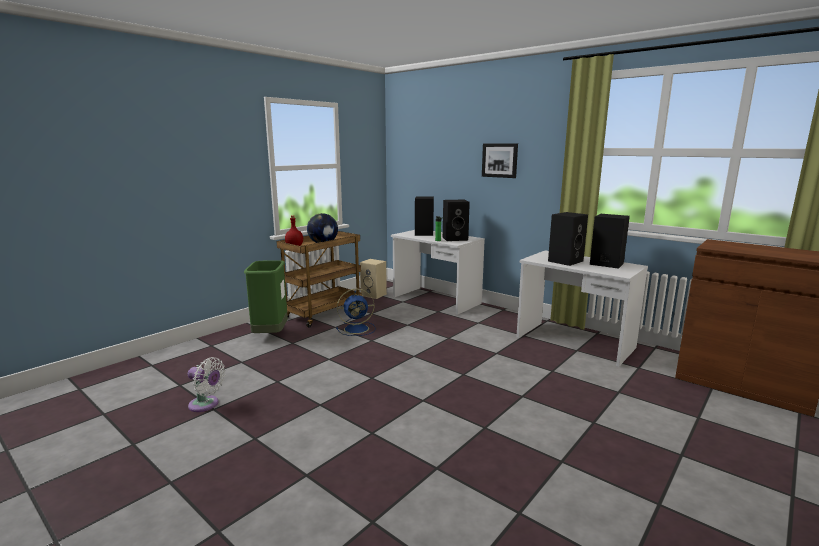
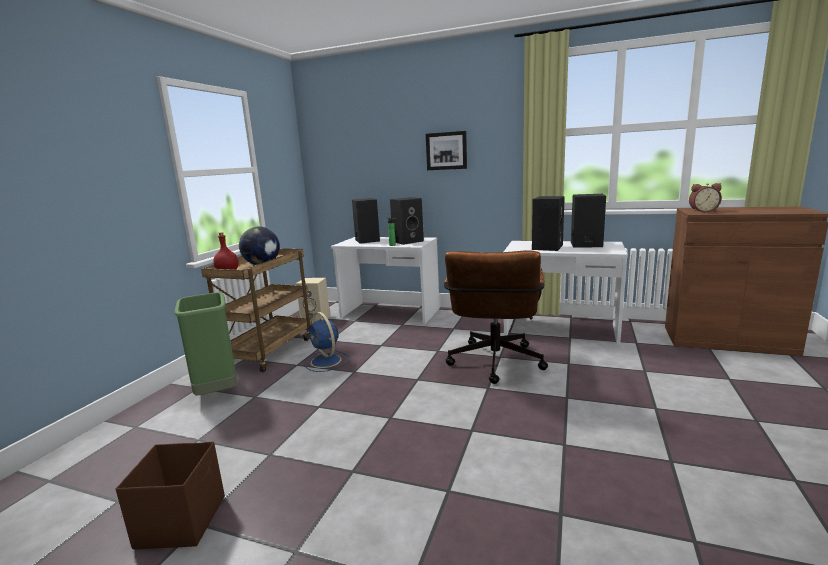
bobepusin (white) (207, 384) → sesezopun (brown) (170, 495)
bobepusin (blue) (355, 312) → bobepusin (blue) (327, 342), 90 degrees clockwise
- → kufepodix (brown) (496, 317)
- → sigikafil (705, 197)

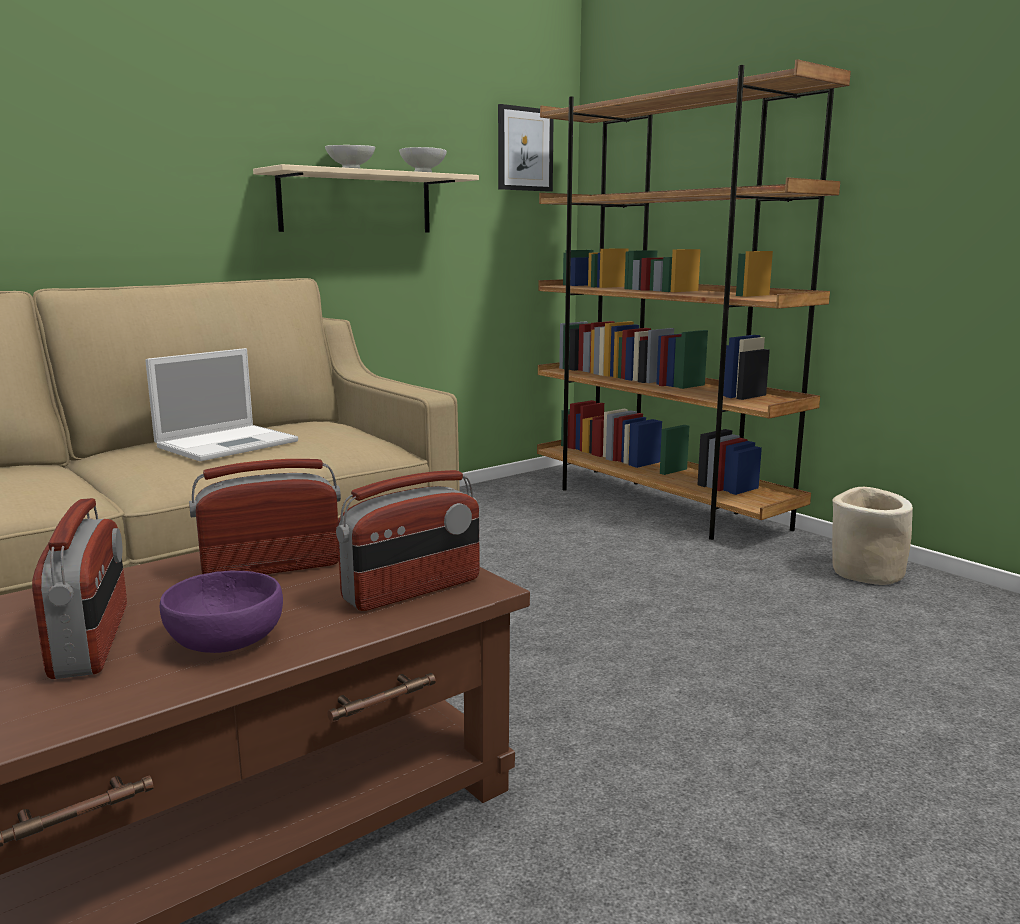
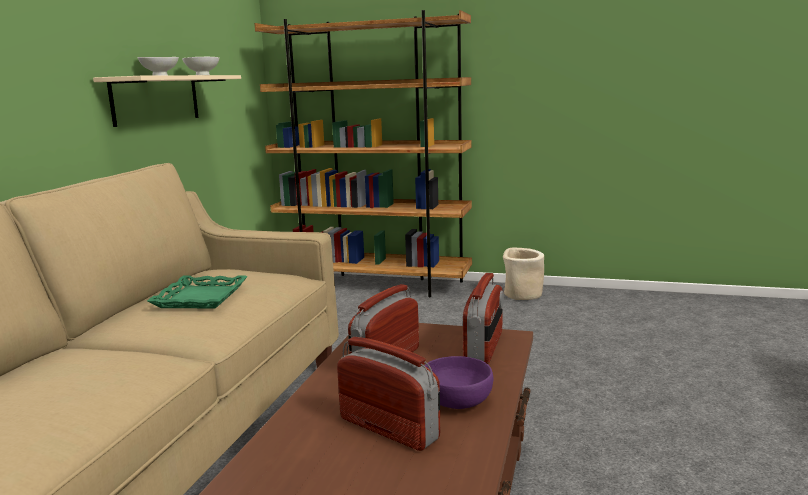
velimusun (221, 404) → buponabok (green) (197, 291)
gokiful (526, 148) → -

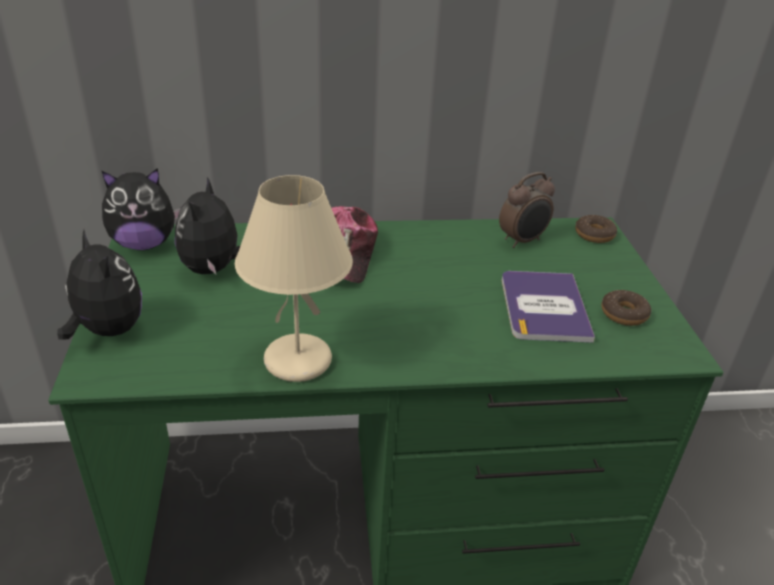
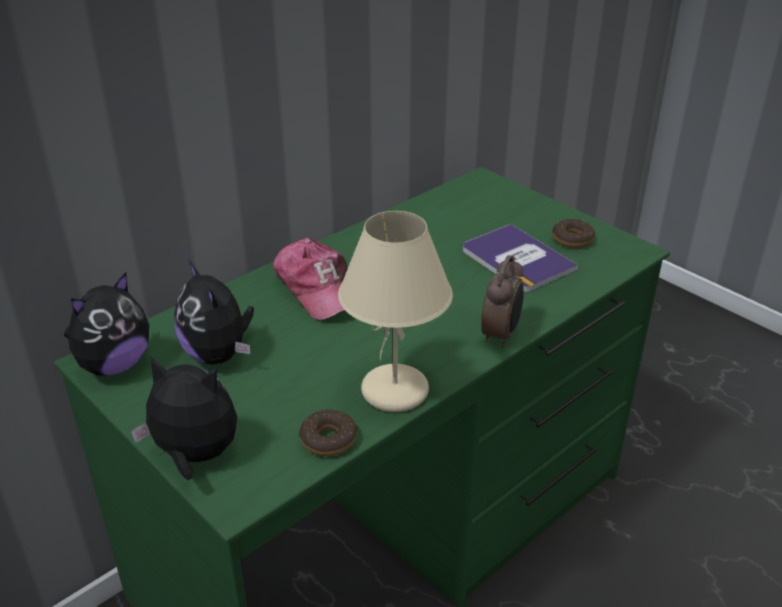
sigikafil (527, 210) → sigikafil (502, 301), shifted
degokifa (596, 229) → degokifa (328, 432), shifted

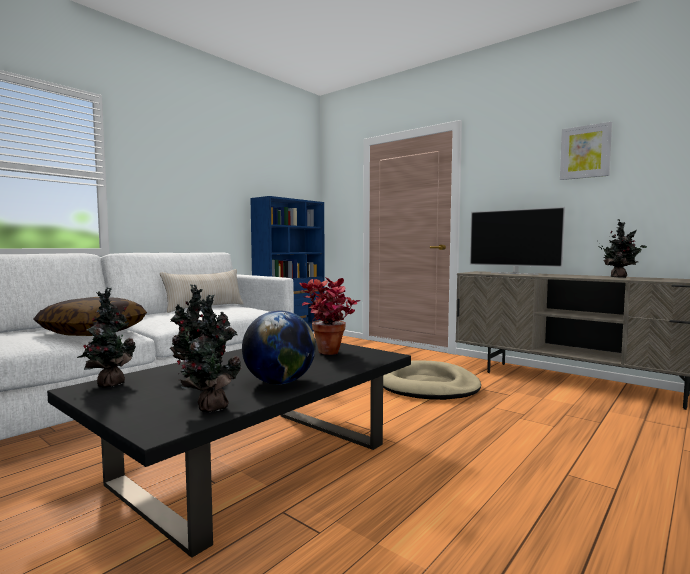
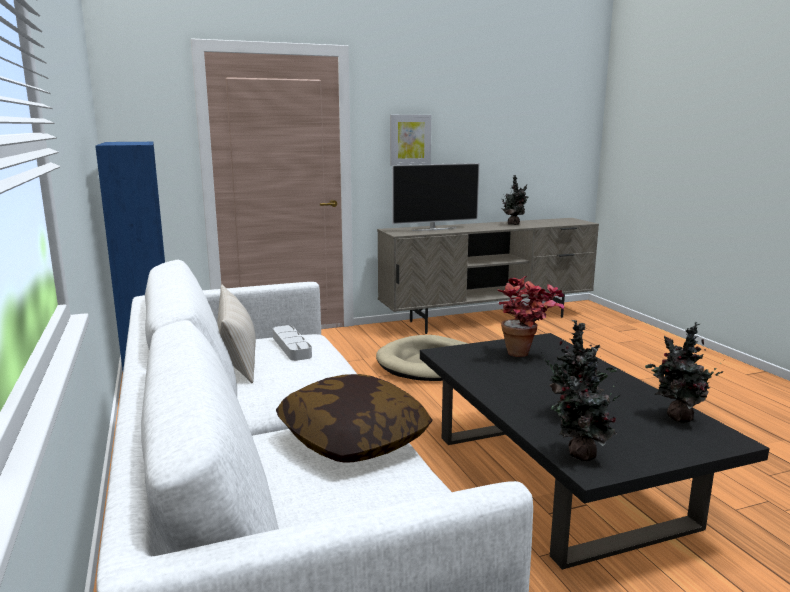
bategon (279, 347) → -
gokiful (586, 151) → gokiful (410, 140), shifted
- → buponabok (grey) (292, 343)

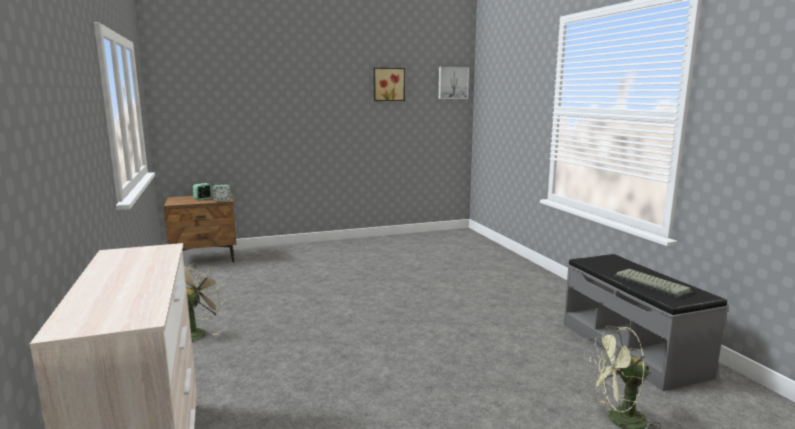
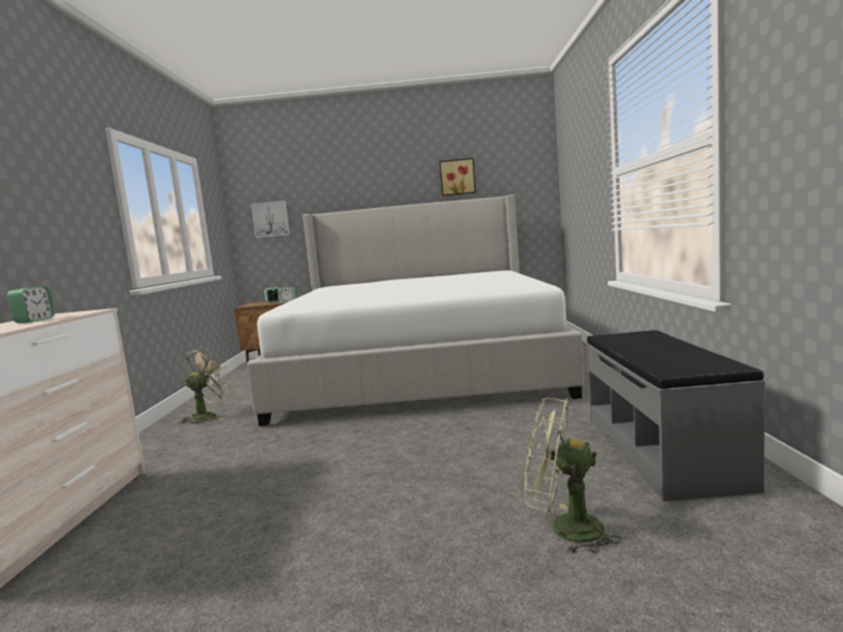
gokiful (454, 83) → gokiful (270, 219), shifted
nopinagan (653, 283) → -
- → sigikafil (31, 304)
- → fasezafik (415, 310)

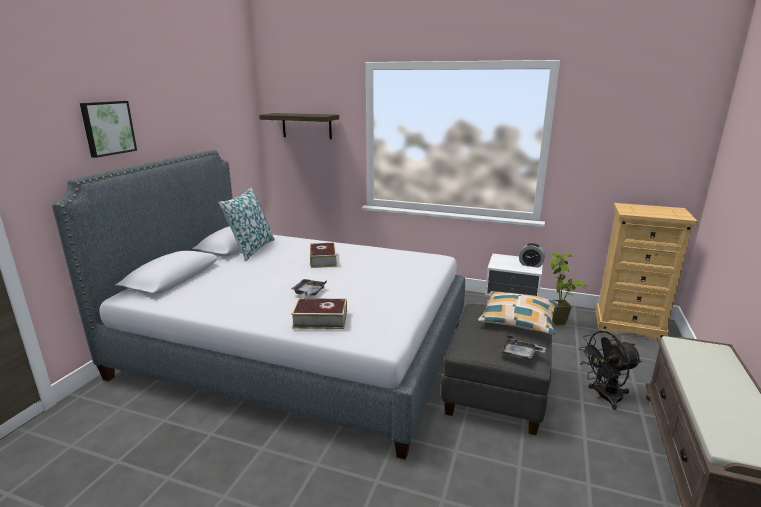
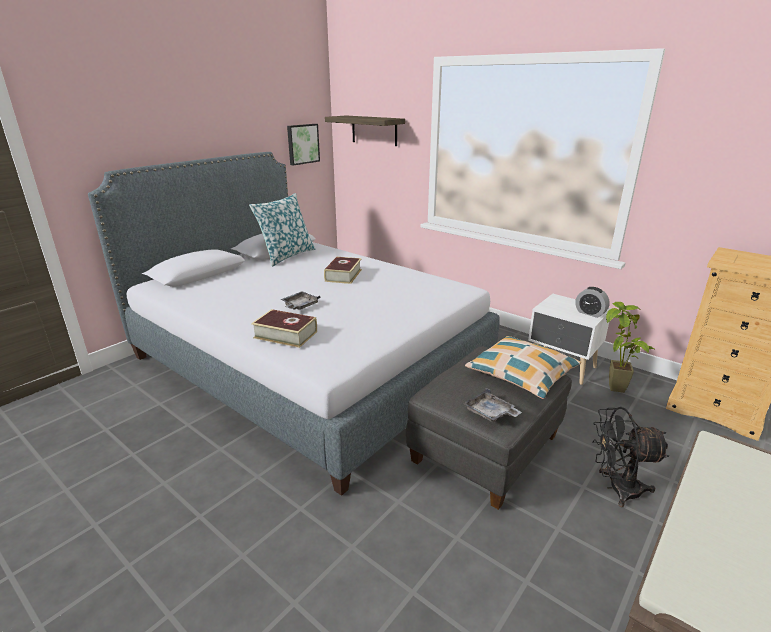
gokiful (108, 129) → gokiful (303, 145), shifted

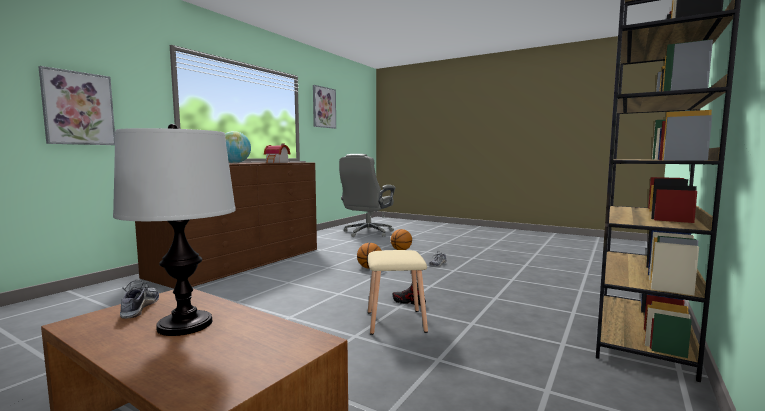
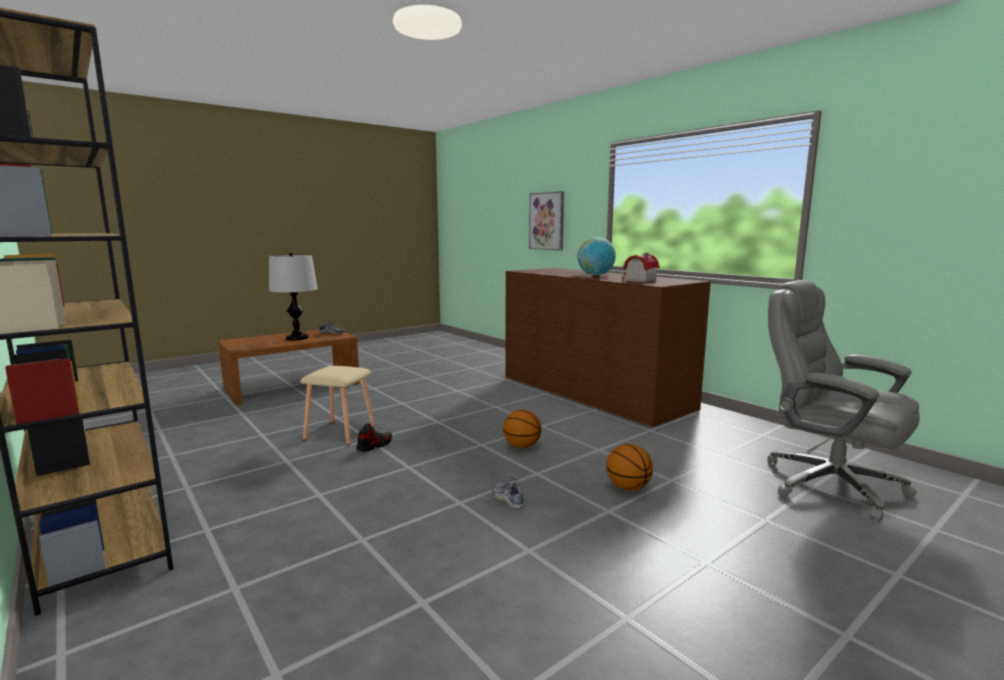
gokiful (324, 107) → -

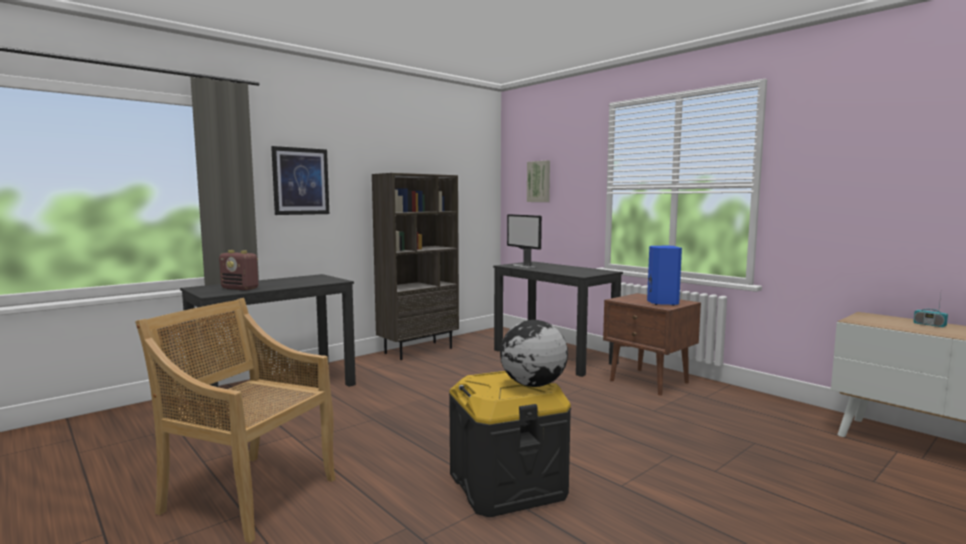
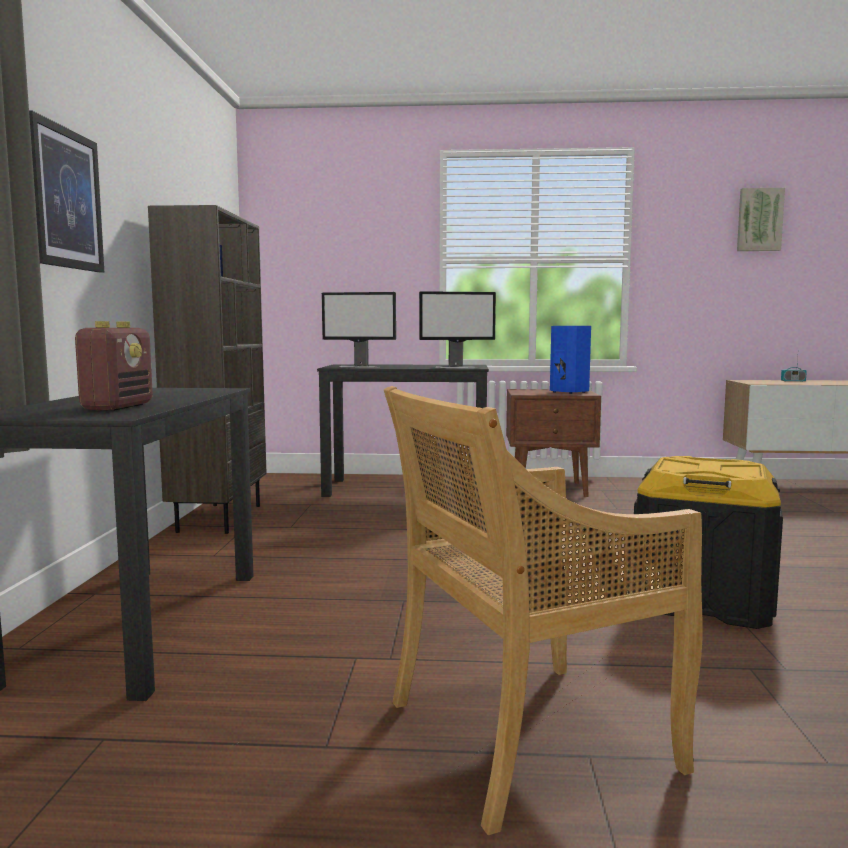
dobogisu (238, 270) → dobogisu (114, 366), 60 degrees counterclockwise
bategon (534, 353) → -
gokiful (538, 181) → gokiful (761, 219), shifted
- → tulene (457, 329)

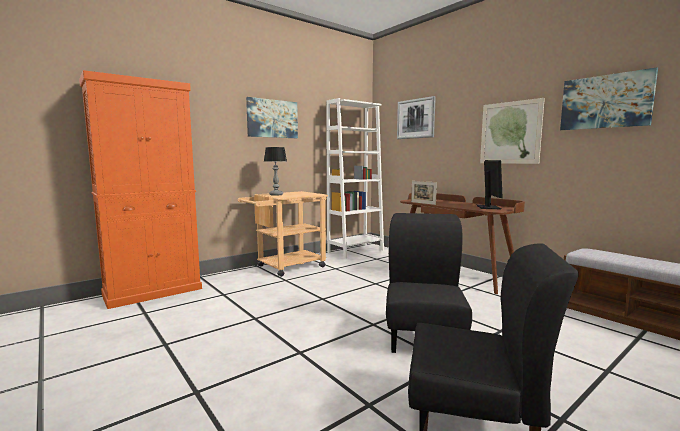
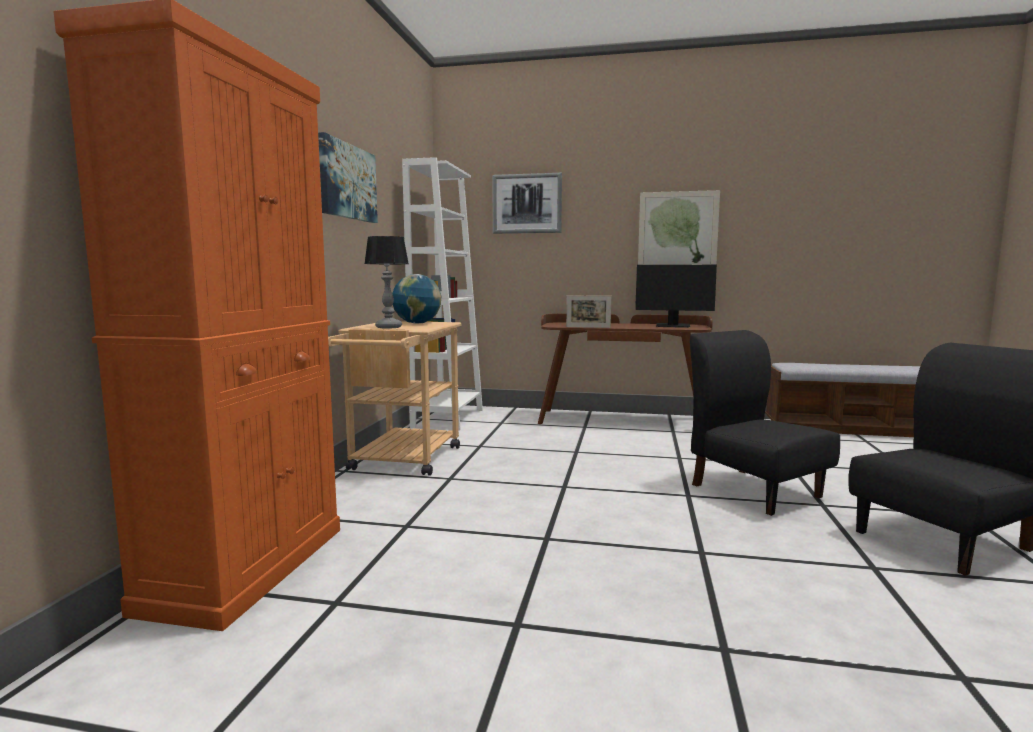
tulene (489, 184) → tulene (676, 296), 135 degrees clockwise
gokiful (609, 98) → -
- → bategon (416, 299)

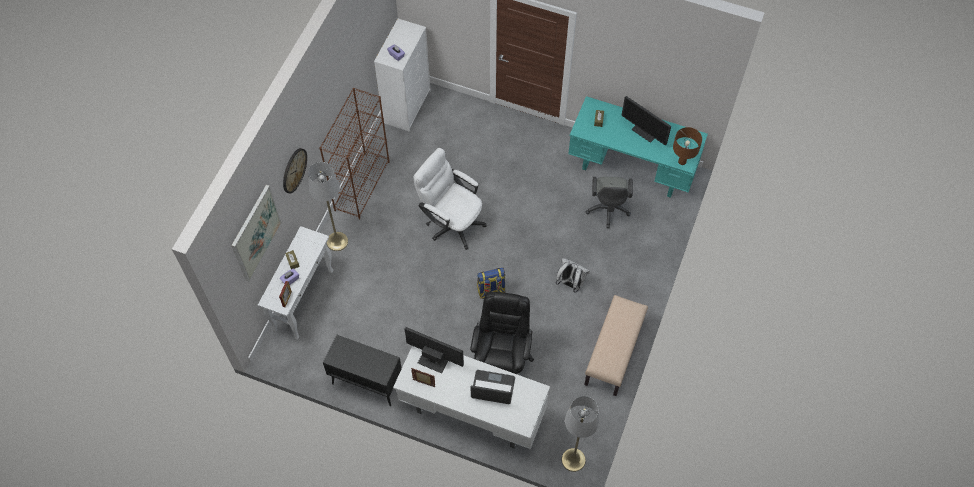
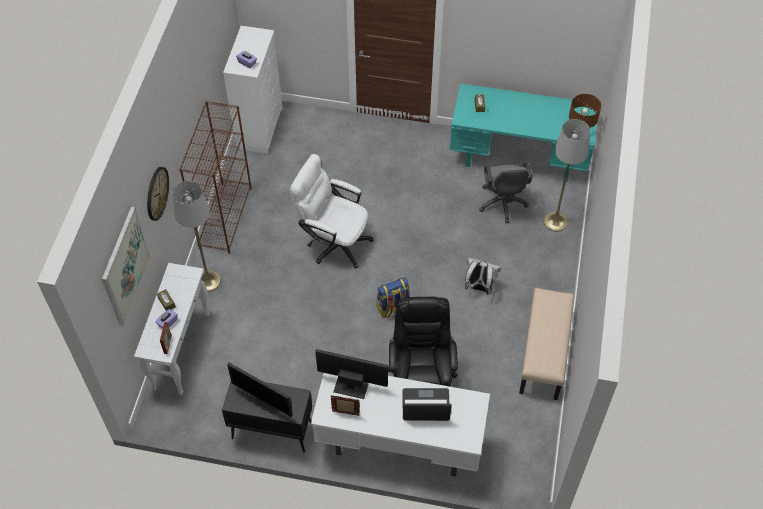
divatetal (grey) (580, 434) → divatetal (grey) (567, 175), shifted
tulene (646, 121) → tulene (260, 390), shifted

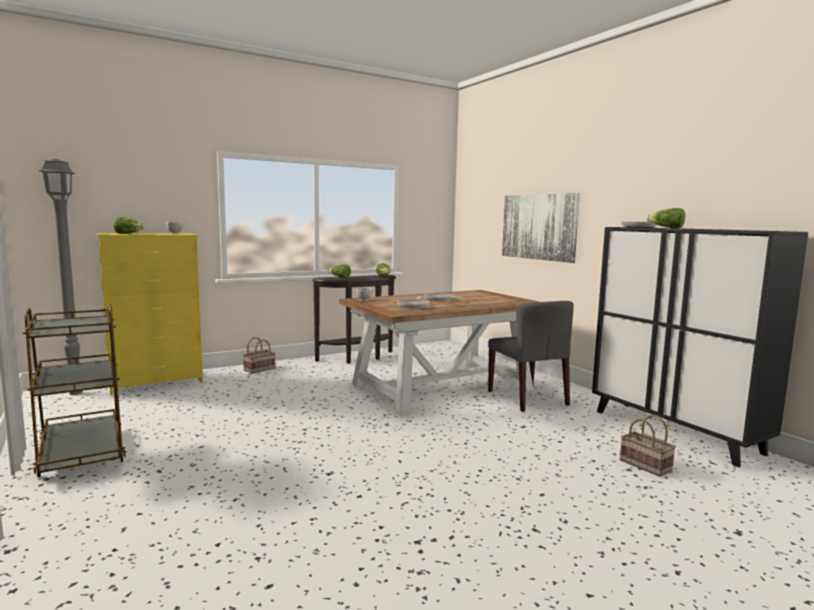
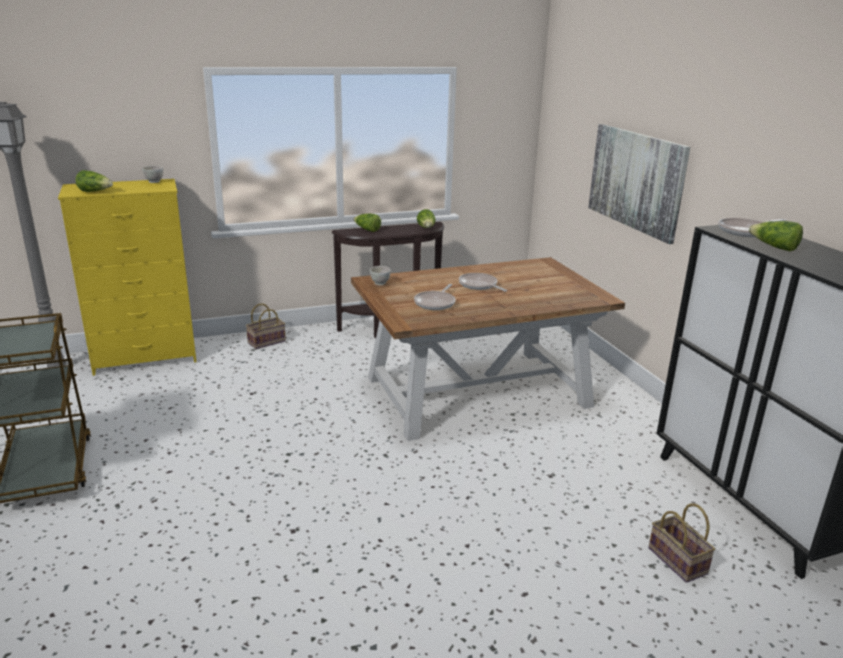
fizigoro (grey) (531, 356) → -

